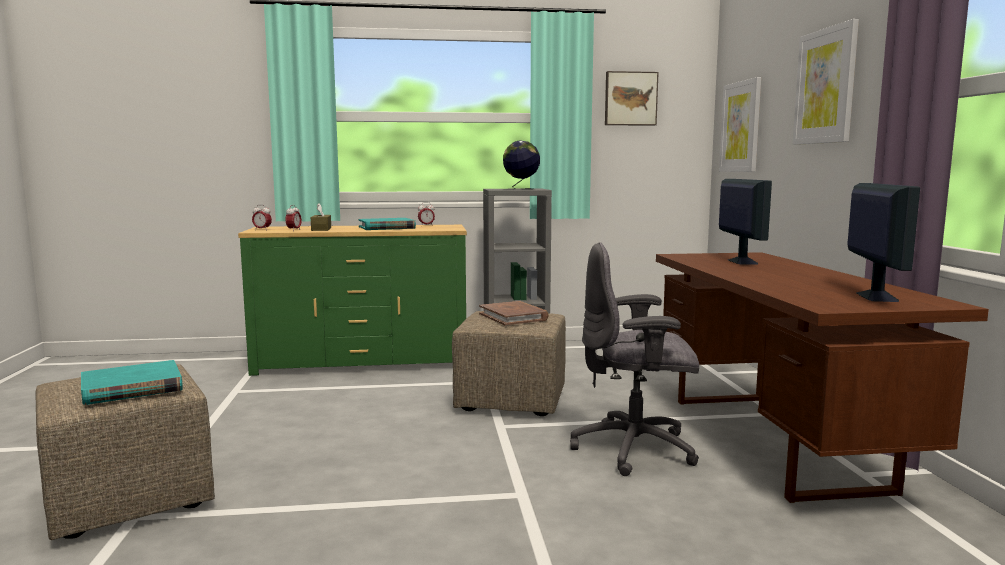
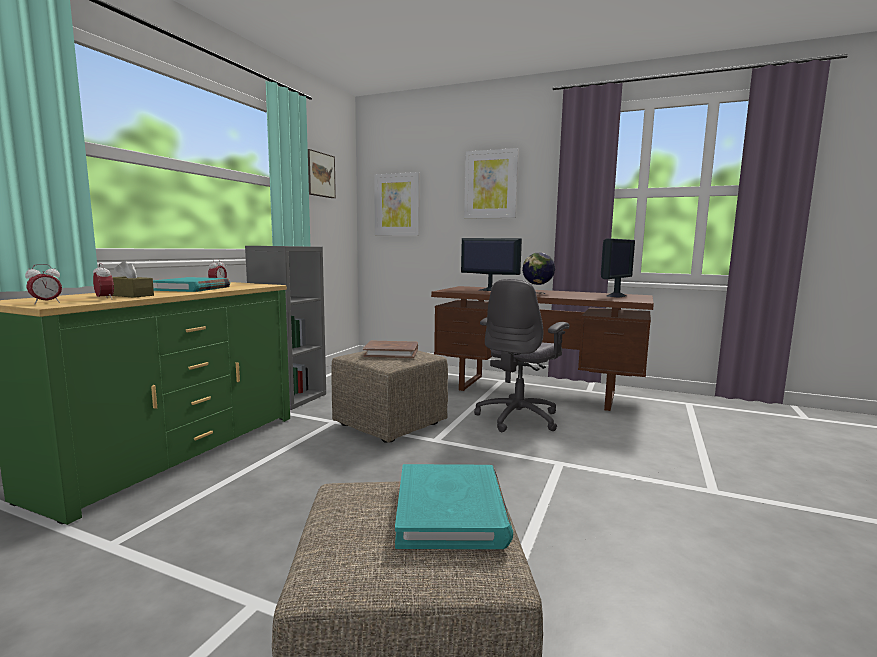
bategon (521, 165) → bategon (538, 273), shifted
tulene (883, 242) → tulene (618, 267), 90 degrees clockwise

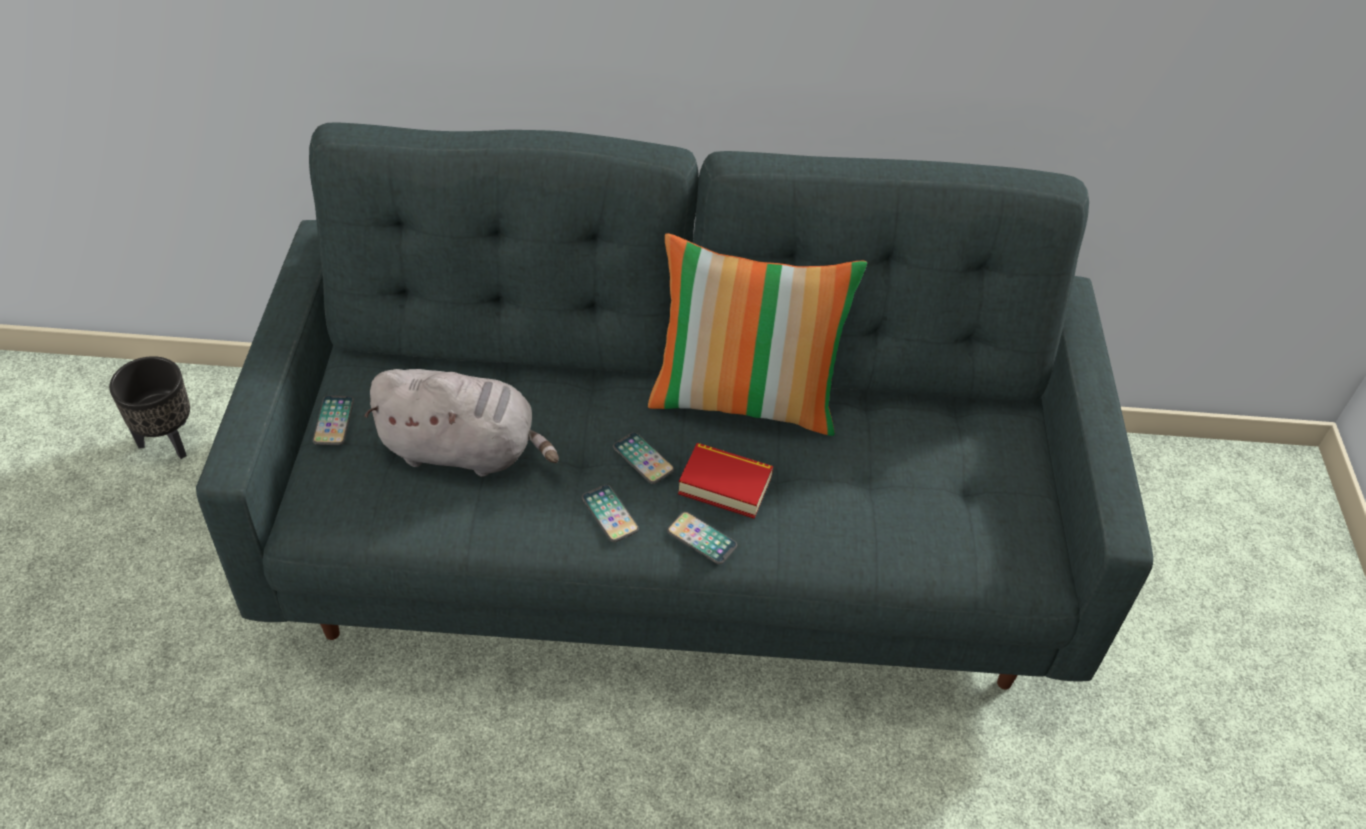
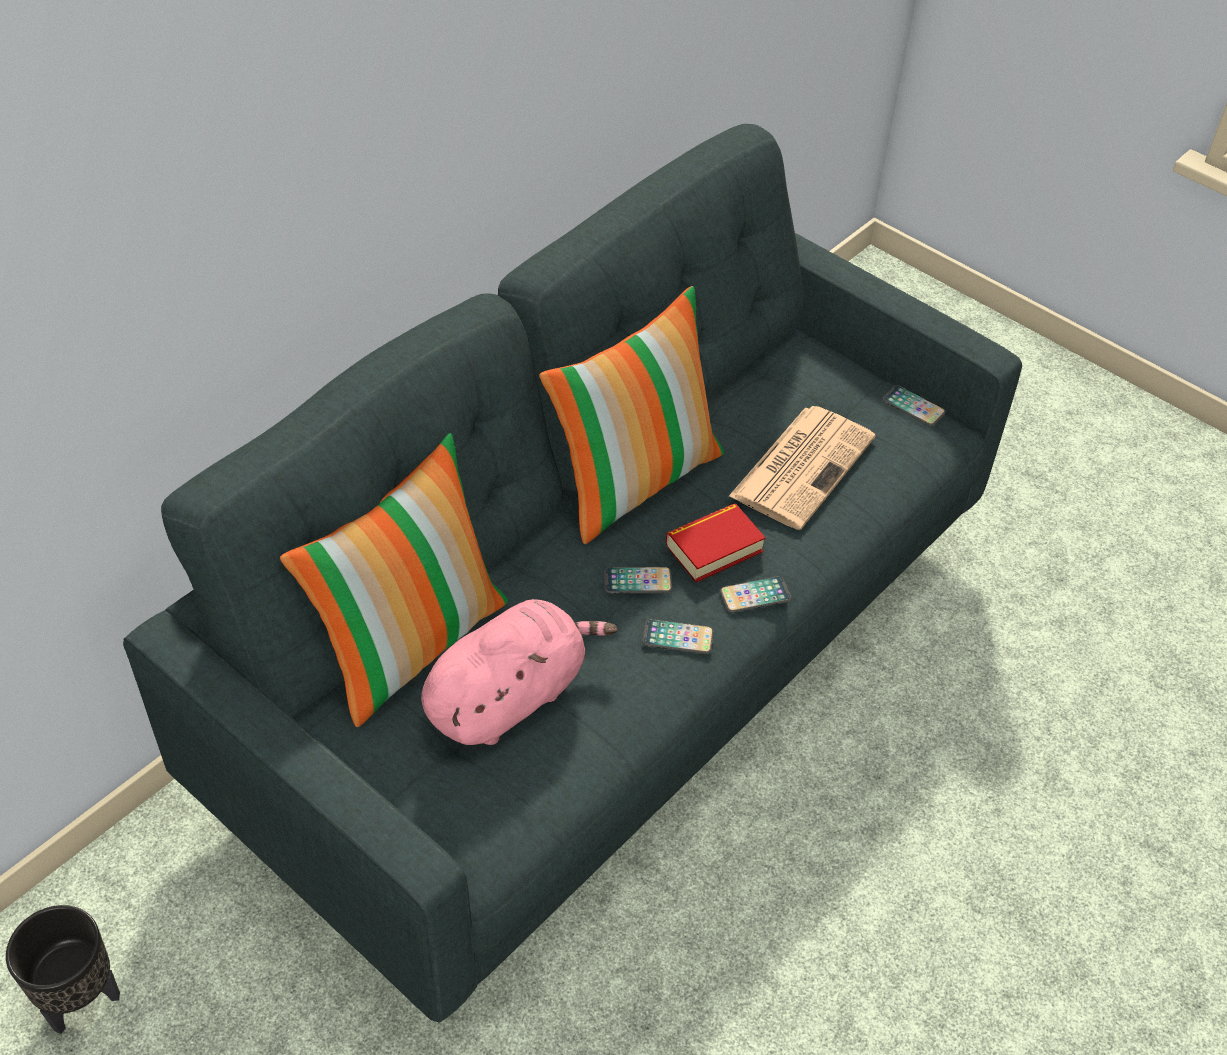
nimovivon (333, 420) → nimovivon (914, 405), shifted
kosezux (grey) (461, 423) → kosezux (pink) (519, 672)
- → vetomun (394, 580)
- → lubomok (801, 468)

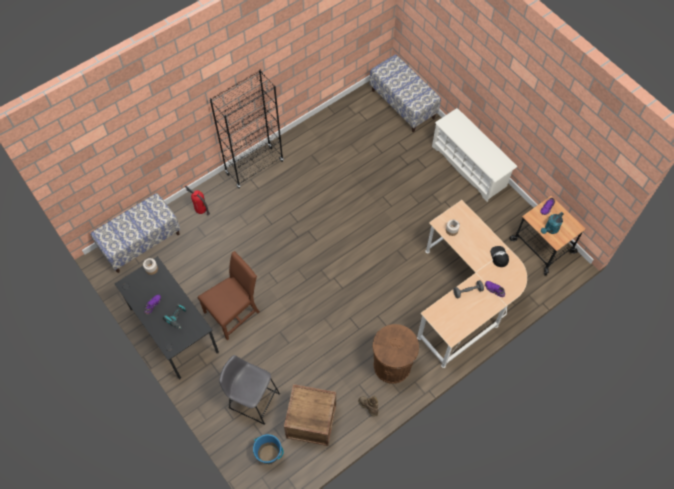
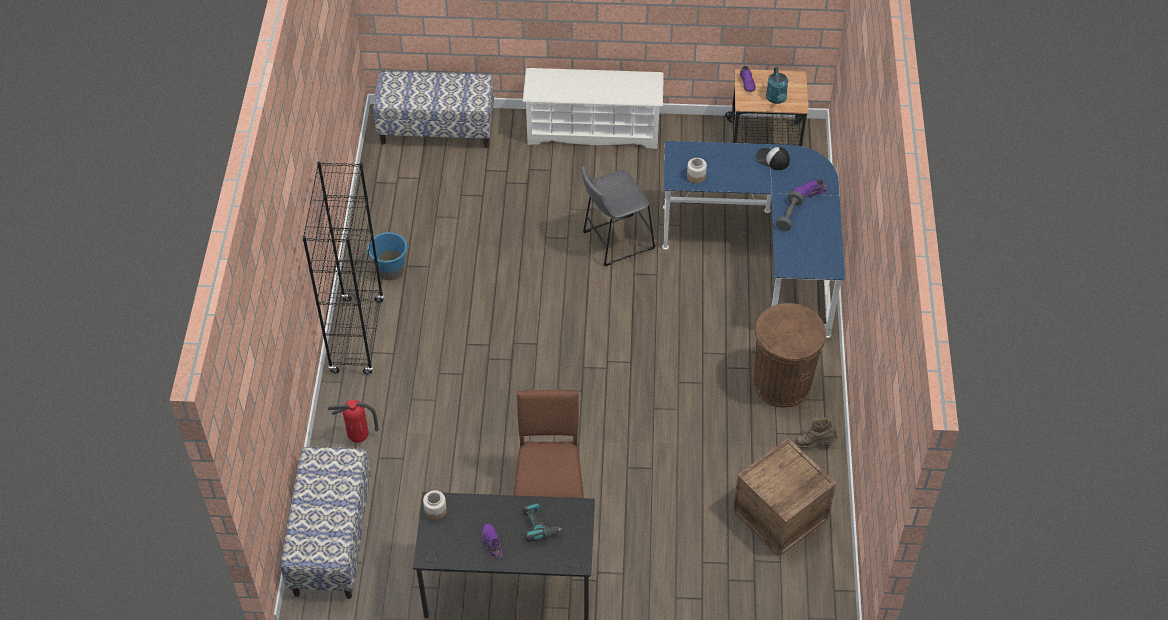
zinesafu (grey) (250, 389) → zinesafu (grey) (618, 216), shifted
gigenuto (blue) (268, 449) → gigenuto (blue) (387, 256), shifted
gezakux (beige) (472, 284) → gezakux (blue) (753, 239)

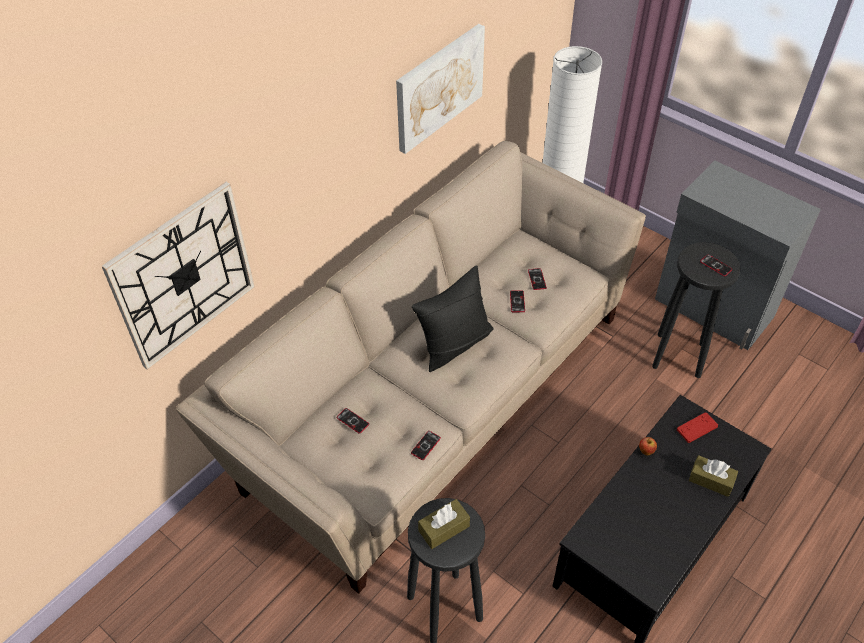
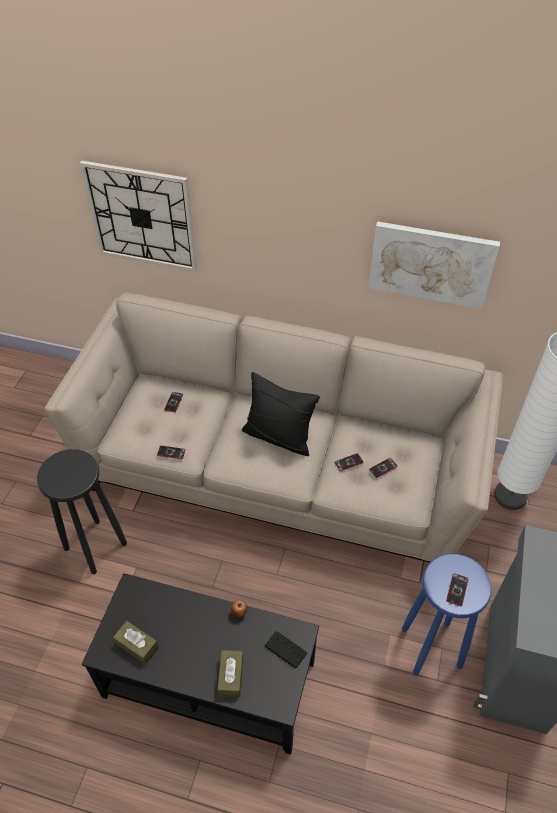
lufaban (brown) (444, 524) → lufaban (brown) (136, 642), shifted
zinesafu (black) (696, 310) → zinesafu (blue) (447, 615)
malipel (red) (697, 427) → malipel (black) (286, 649)

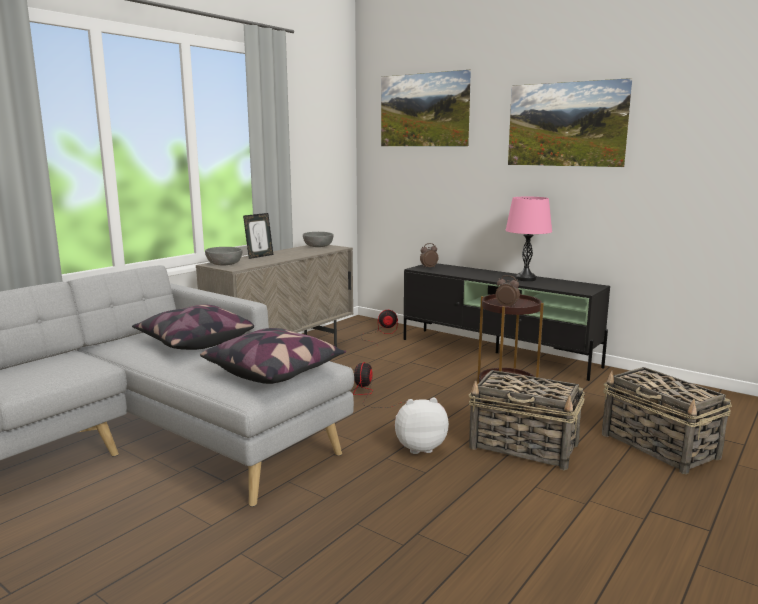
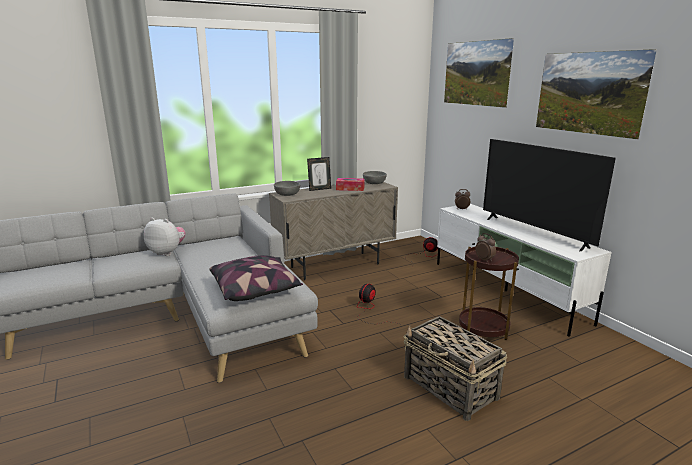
vetomun (193, 327) → -
kosezux (422, 426) → kosezux (164, 237), shifted
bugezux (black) (507, 322) → bugezux (white) (524, 270)
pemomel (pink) (528, 239) → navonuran (549, 195)
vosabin (667, 420) → -
- → lufaban (350, 184)

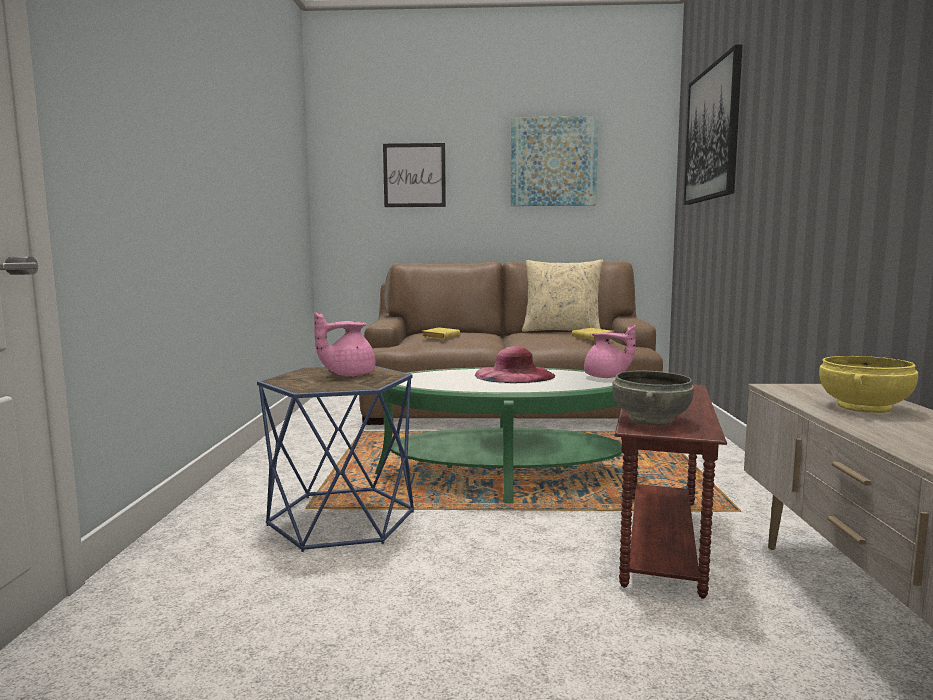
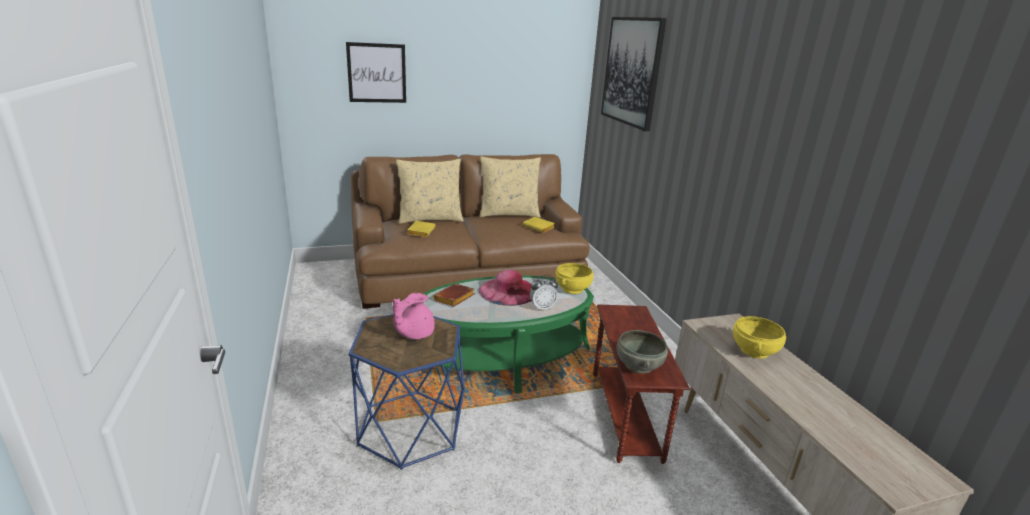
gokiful (554, 161) → -
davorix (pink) (610, 351) → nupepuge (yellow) (574, 278)
- → vetomun (beige) (430, 191)
- → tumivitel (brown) (453, 295)
- → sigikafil (544, 293)

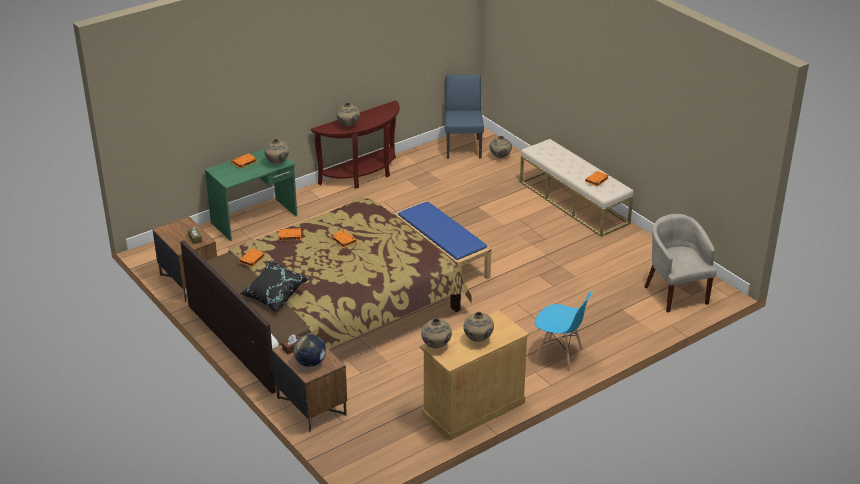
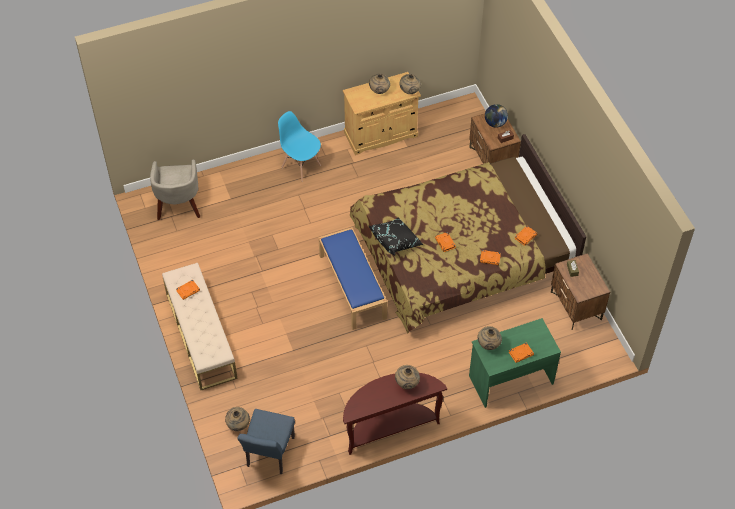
vetomun (black) (274, 287) → vetomun (black) (396, 236), shifted

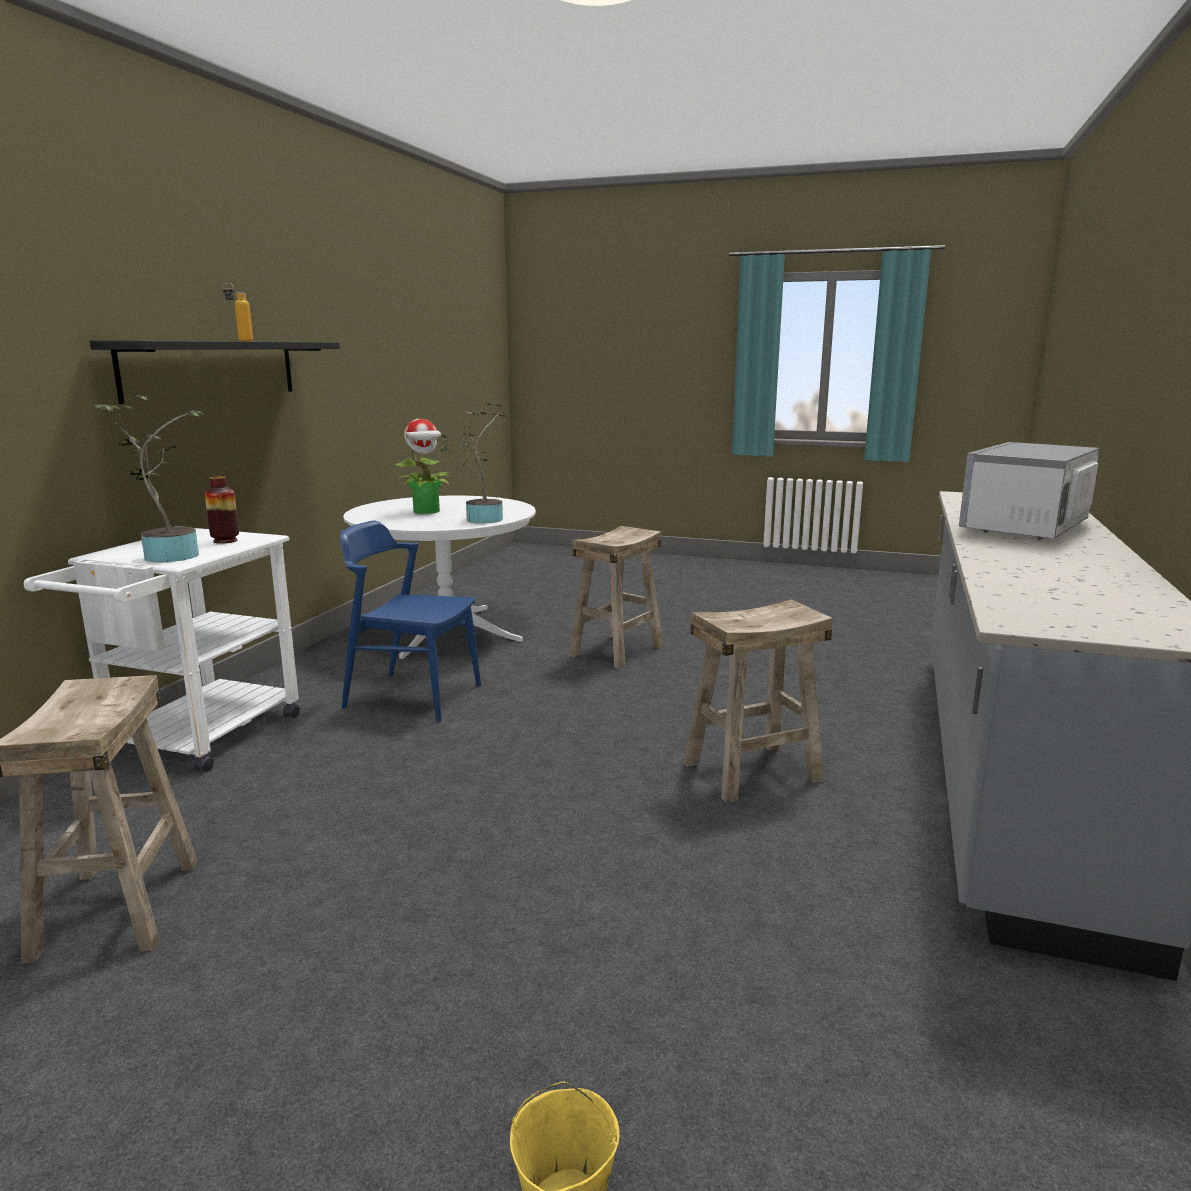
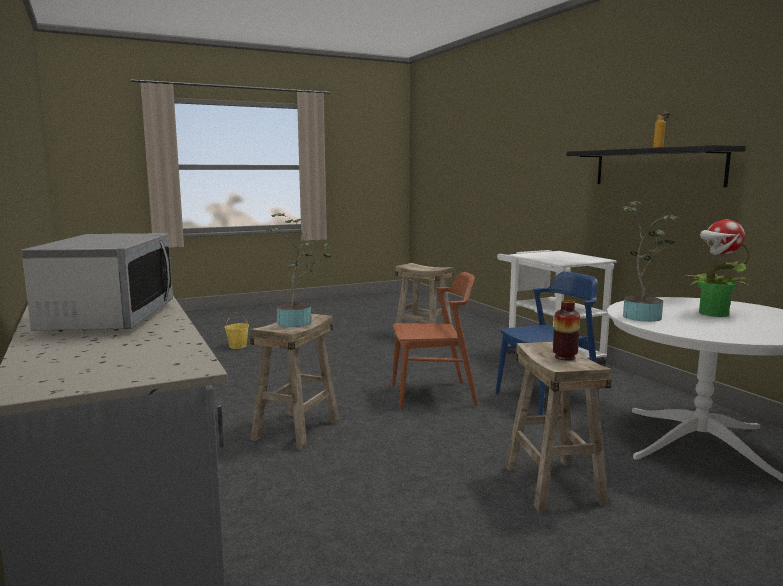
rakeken (149, 478) → rakeken (298, 270), shifted
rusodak (222, 510) → rusodak (566, 330), shifted
- → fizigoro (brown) (435, 340)

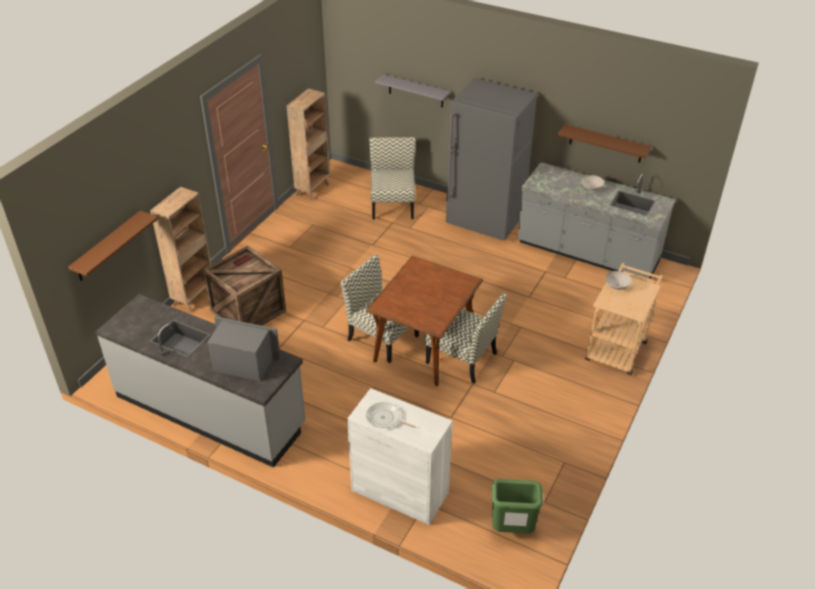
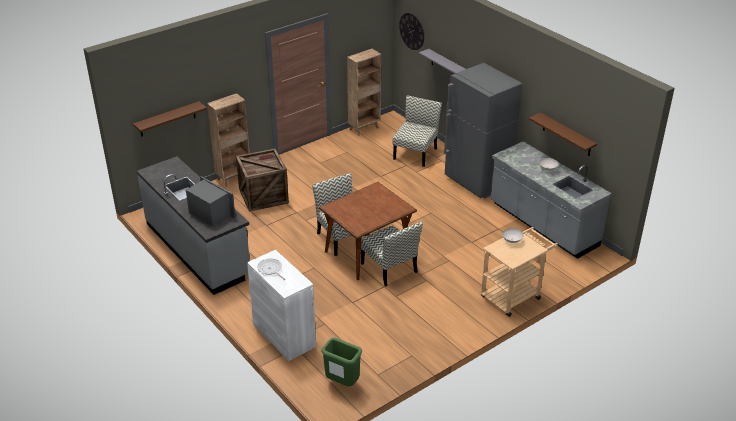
- → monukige (411, 31)

